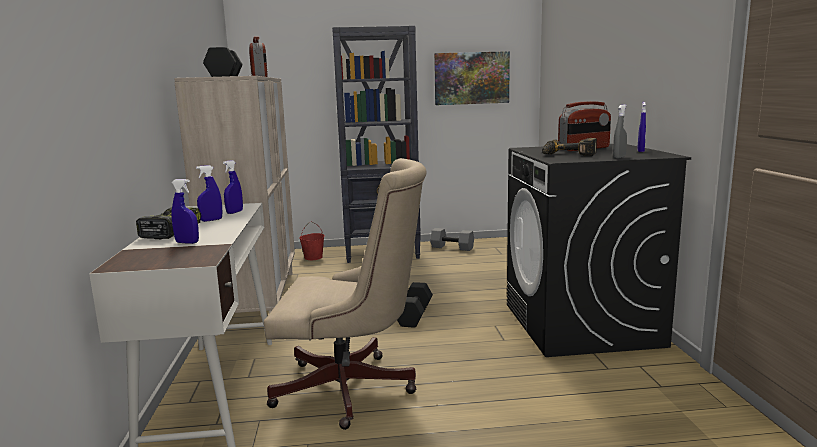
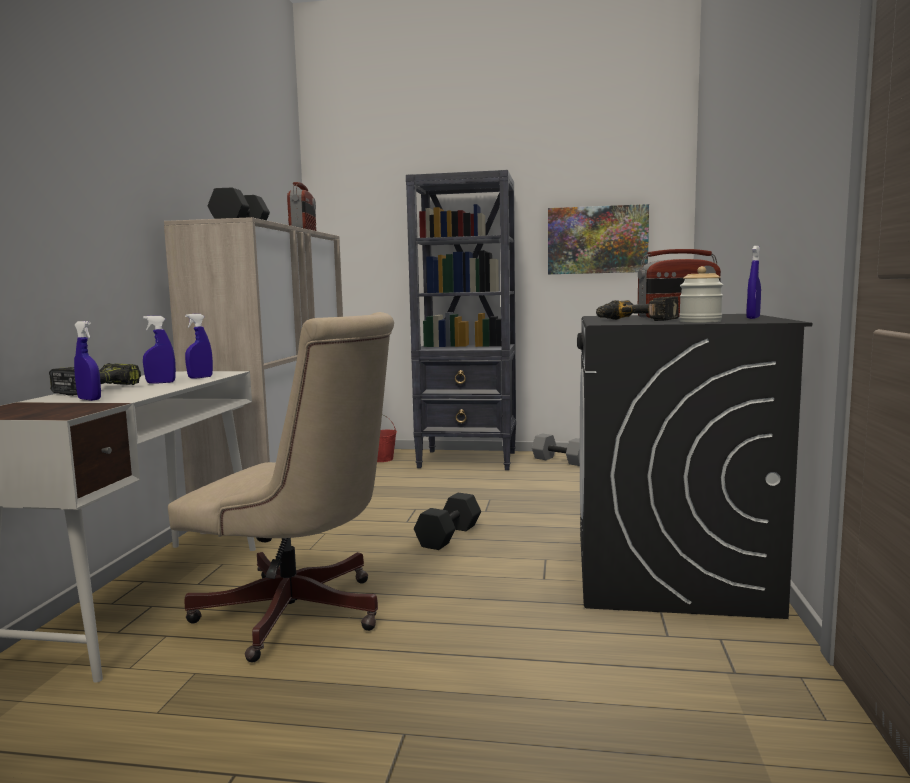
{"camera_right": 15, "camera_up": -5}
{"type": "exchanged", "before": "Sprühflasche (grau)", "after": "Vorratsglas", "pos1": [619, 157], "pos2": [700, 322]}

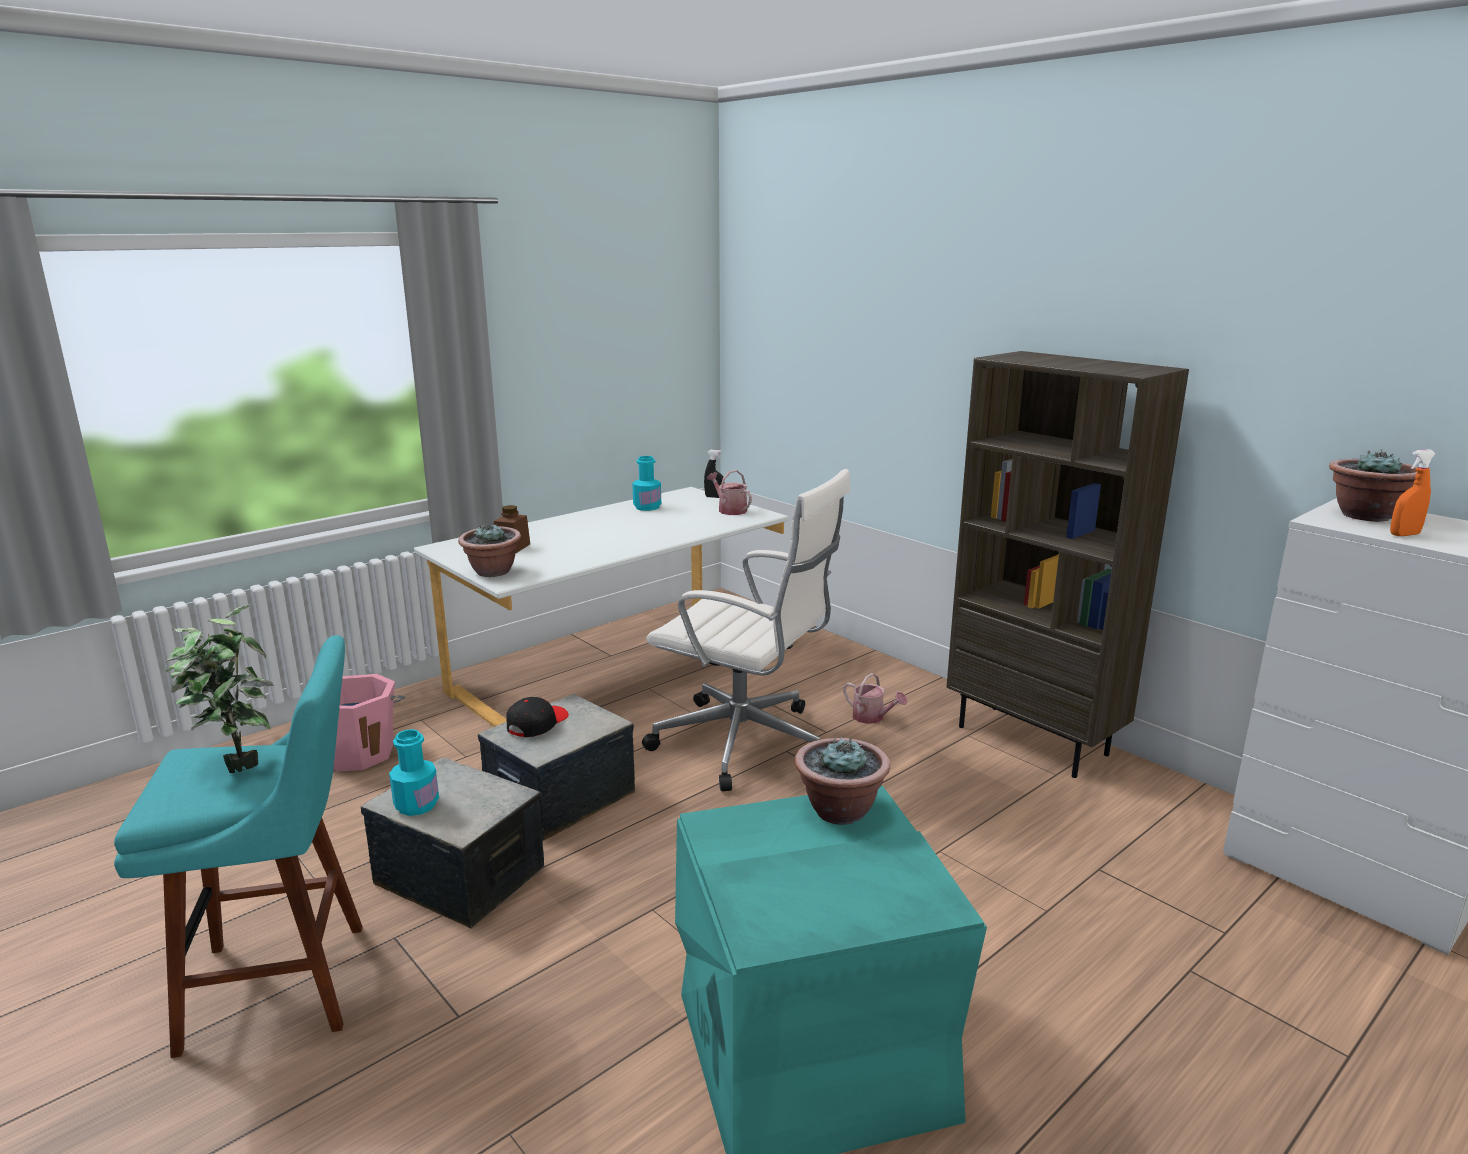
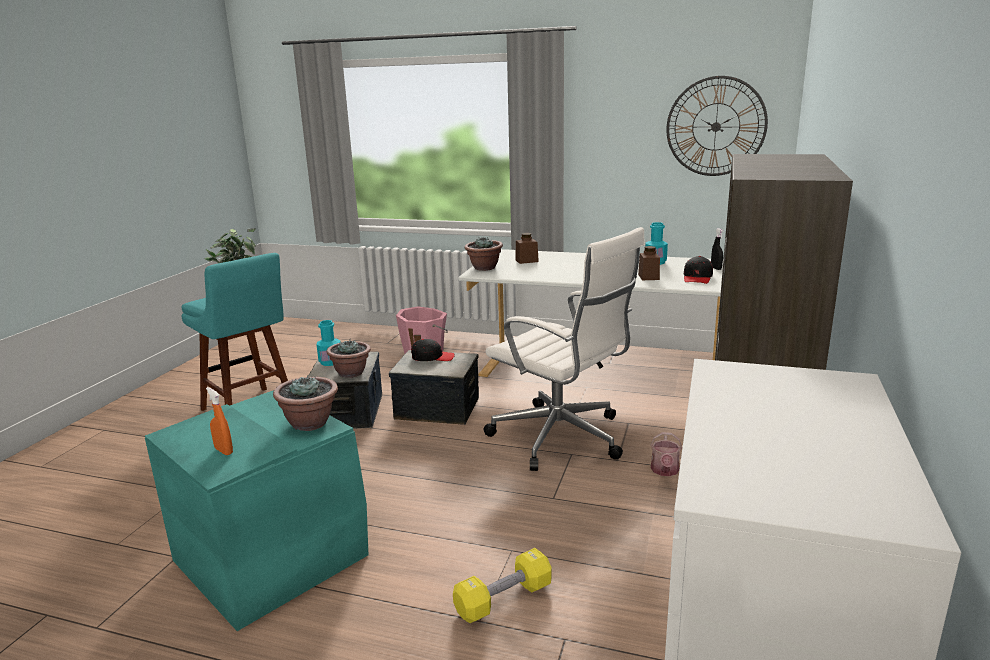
{"camera_right": 60, "camera_up": 0}
{"type": "spun", "before": "Bürostuhl (weiß)", "pos1": [746, 744], "pos2": [561, 438], "turn": -45}
{"type": "exchanged", "before": "Gießkanne", "after": "Kappe (schwarz)", "pos1": [729, 510], "pos2": [697, 277]}
{"type": "relocated", "before": "Topfpflanze", "pos1": [1365, 515], "pos2": [351, 373]}
{"type": "relocated", "before": "Sprühflasche (orange)", "pos1": [1404, 535], "pos2": [224, 451]}
{"type": "appeared", "after": "Hantel (gelb)", "pos2": [503, 599]}
{"type": "appeared", "after": "Vorratsglas (braun)", "pos2": [648, 277]}
{"type": "appeared", "after": "Wanduhr", "pos2": [716, 126]}

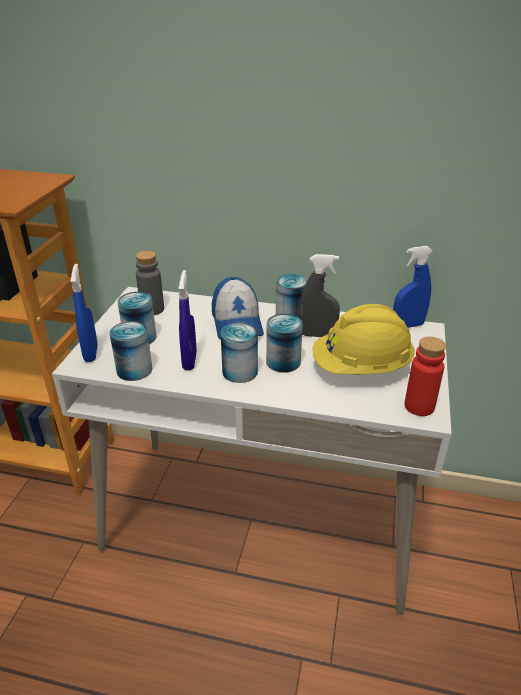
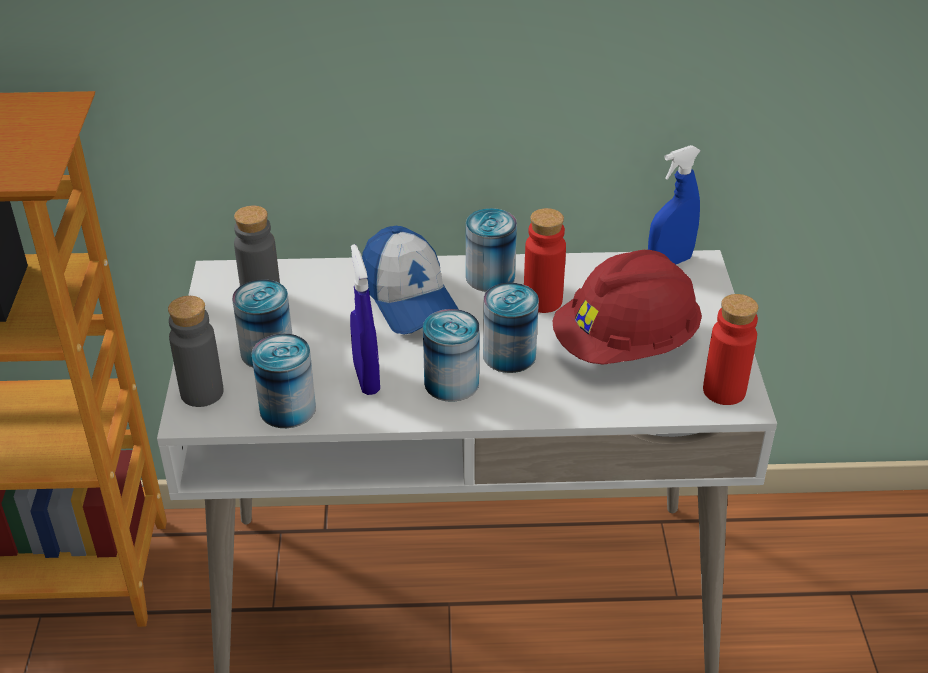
{"camera_right": -15, "camera_up": 5}
{"type": "exchanged", "before": "Sprühflasche (blau)", "after": "Flasche (grau)", "pos1": [91, 353], "pos2": [202, 392]}
{"type": "exchanged", "before": "Sprühflasche (grau)", "after": "Flasche (rot)", "pos1": [317, 335], "pos2": [542, 301]}
{"type": "colour", "before": "Schutzhelm (gelb)", "after": "Schutzhelm (rot)", "pos1": [361, 368], "pos2": [626, 345]}

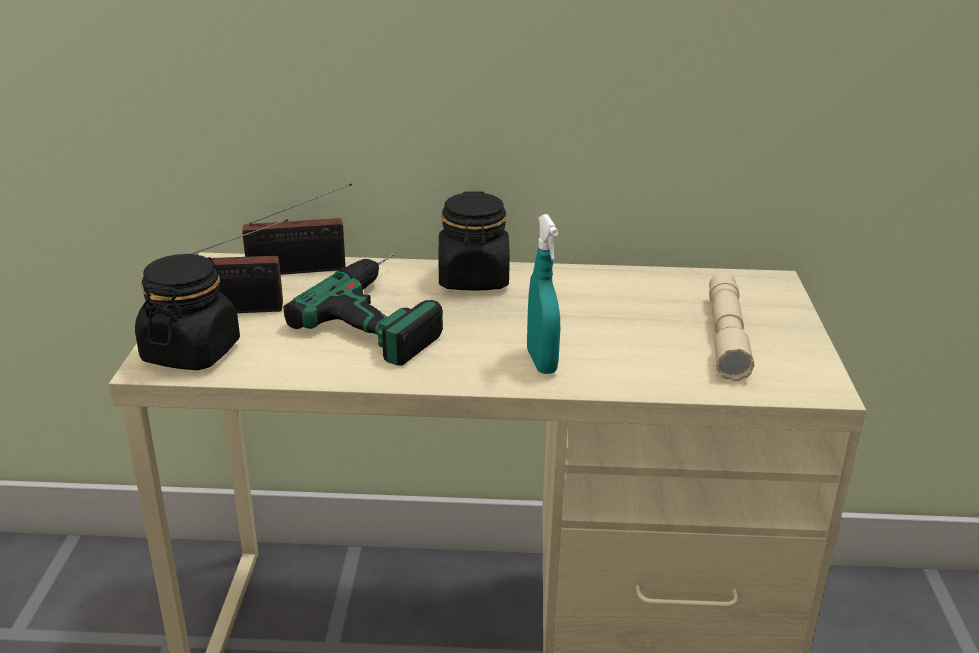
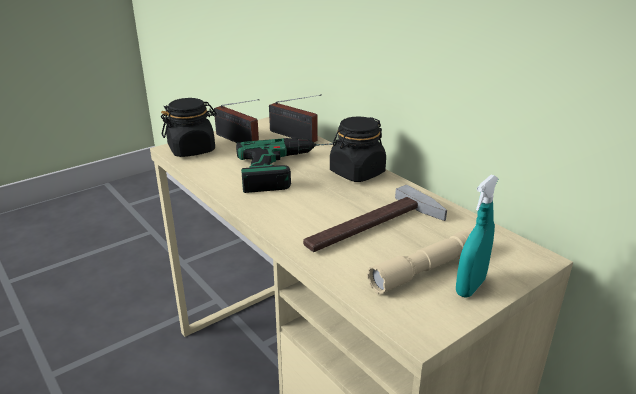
{"camera_right": 50, "camera_up": 0}
{"type": "relocated", "before": "Sprühflasche (türkis)", "pos1": [541, 362], "pos2": [470, 287]}
{"type": "appeared", "after": "Hammer", "pos2": [374, 228]}

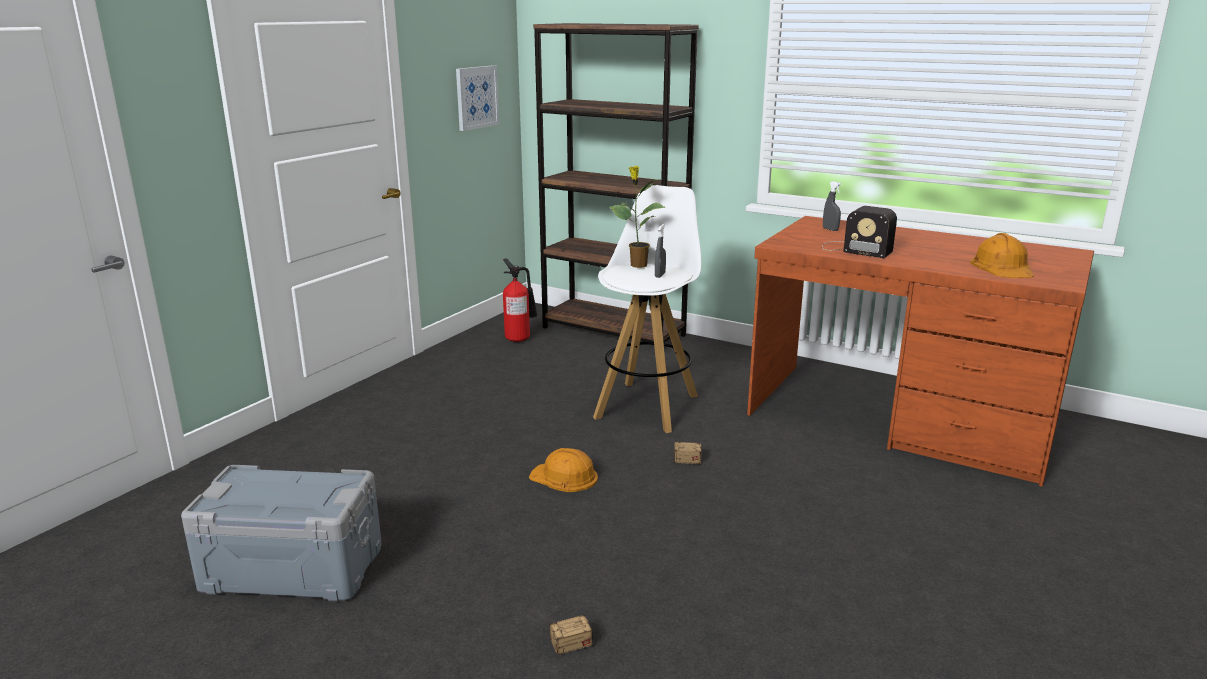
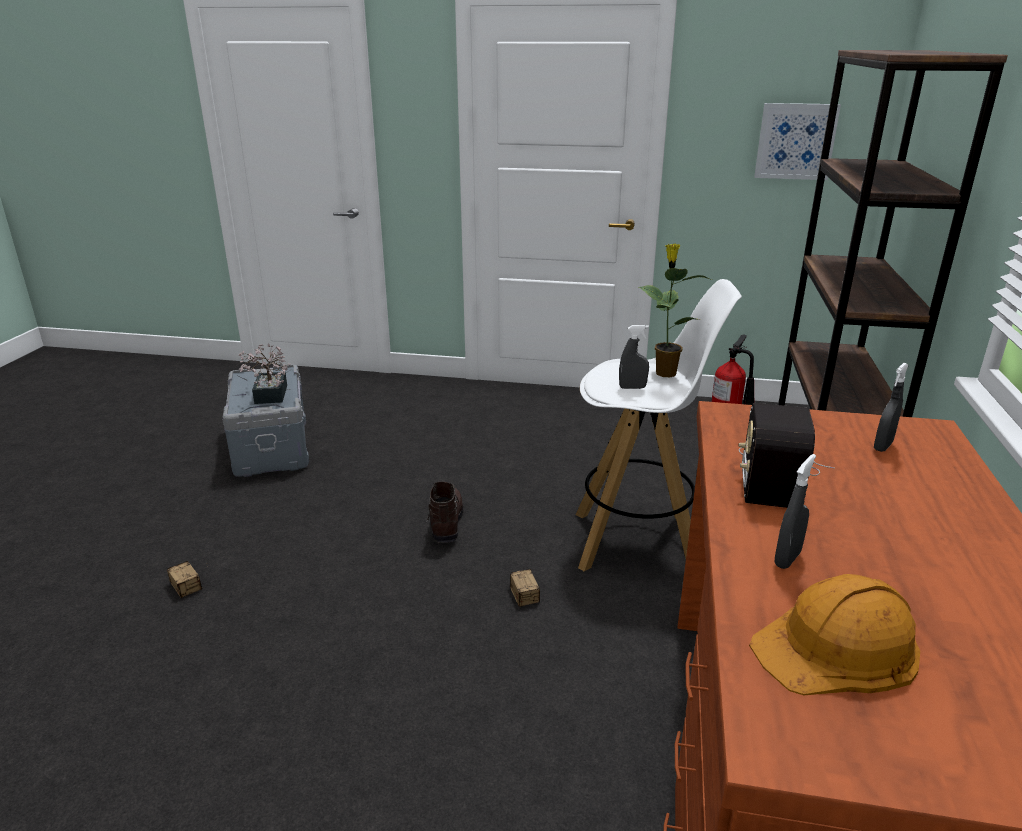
{"camera_right": 70, "camera_up": 5}
{"type": "exchanged", "before": "Schutzhelm (orange)", "after": "Stiefel (braun)", "pos1": [564, 477], "pos2": [446, 524]}
{"type": "appeared", "after": "Topfpflanze", "pos2": [269, 397]}
{"type": "appeared", "after": "Sprühflasche (grau)", "pos2": [787, 559]}

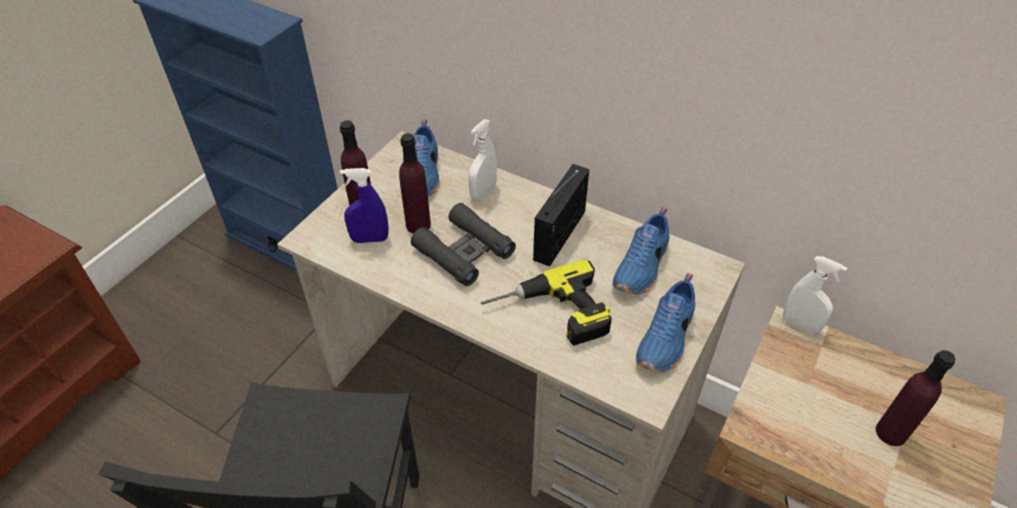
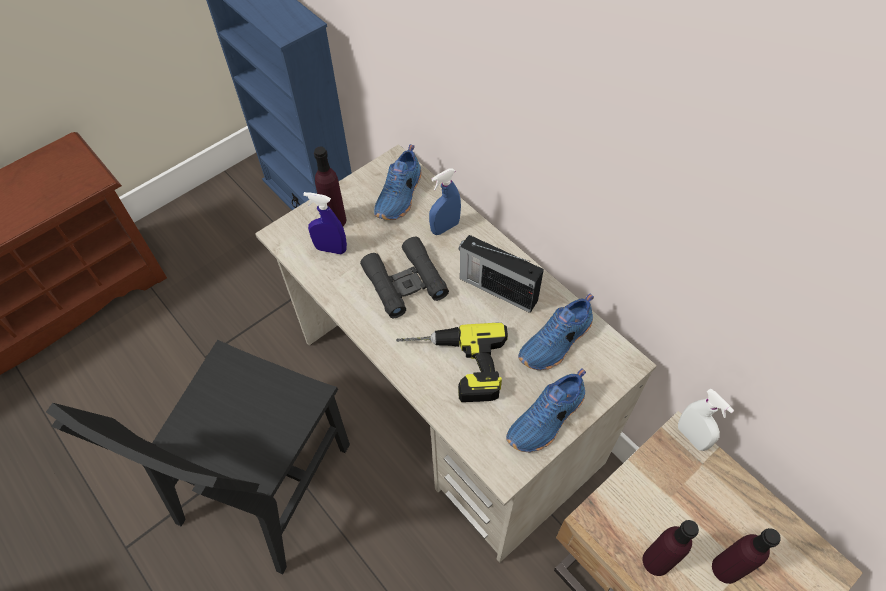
{"camera_right": 20, "camera_up": 10}
{"type": "relocated", "before": "Flasche (lila)", "pos1": [418, 225], "pos2": [656, 561]}
{"type": "colour", "before": "Sprühflasche (weiß)", "after": "Sprühflasche (blau)", "pos1": [483, 193], "pos2": [445, 227]}
{"type": "spun", "before": "Radio", "pos1": [561, 234], "pos2": [497, 288], "turn": -105}

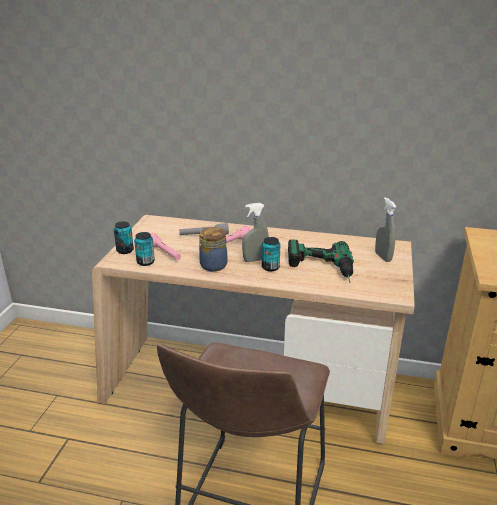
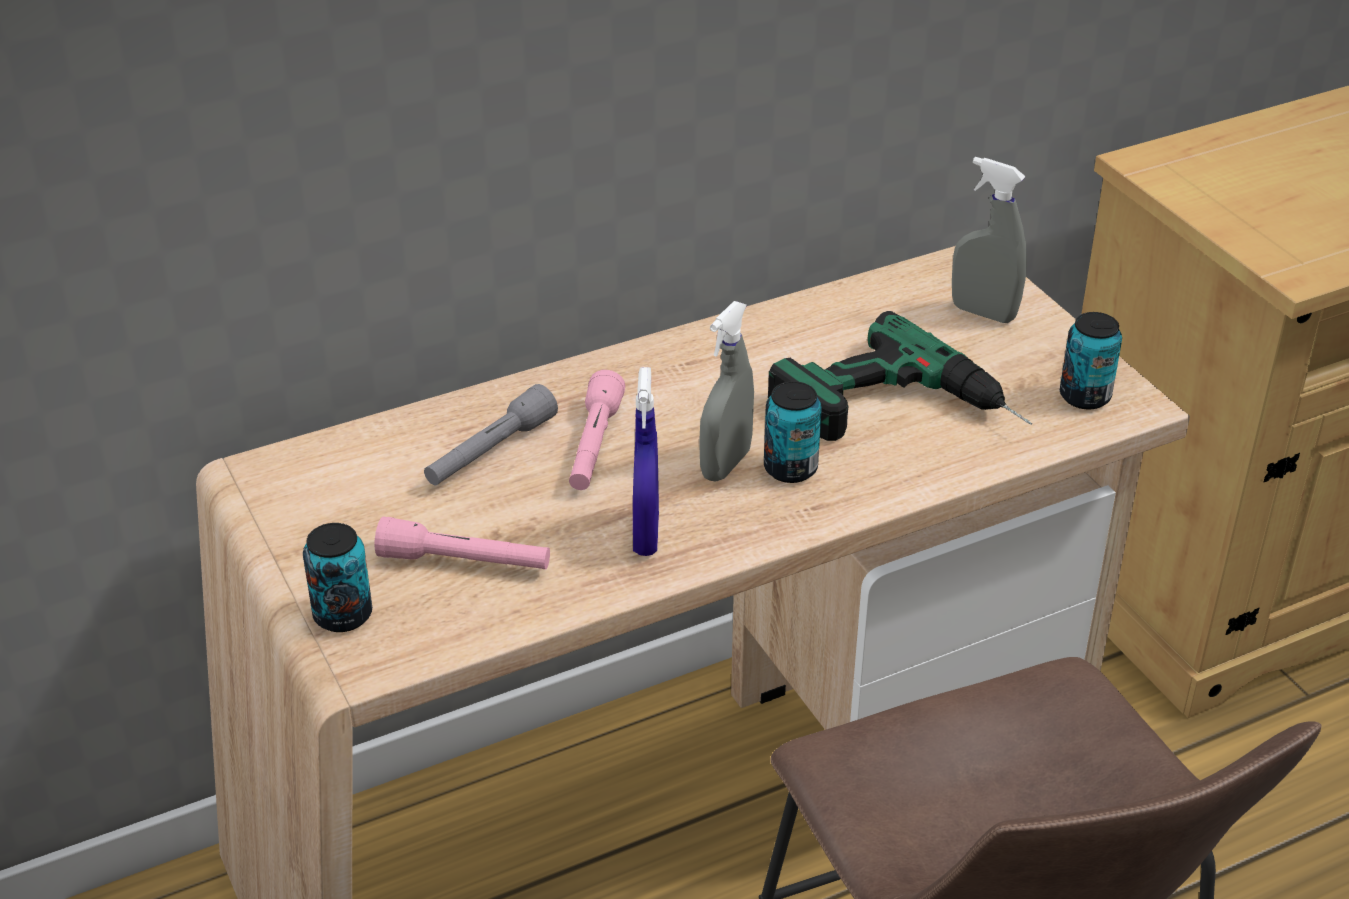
{"camera_right": -40, "camera_up": 10}
{"type": "relocated", "before": "Dose", "pos1": [145, 262], "pos2": [1085, 396]}
{"type": "exchanged", "before": "Vorratsglas", "after": "Sprühflasche (blau)", "pos1": [212, 265], "pos2": [646, 535]}

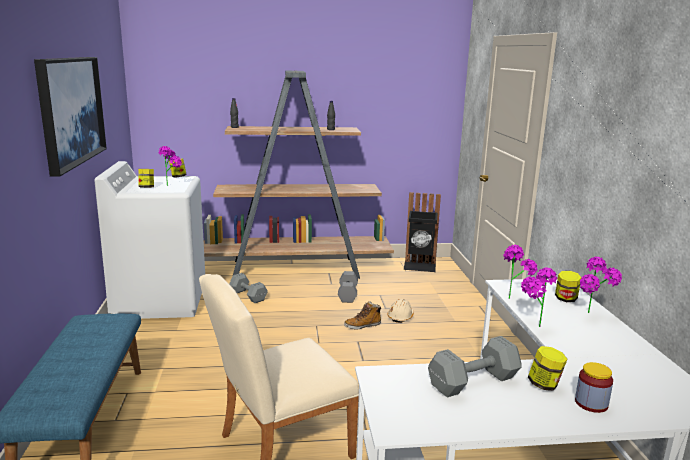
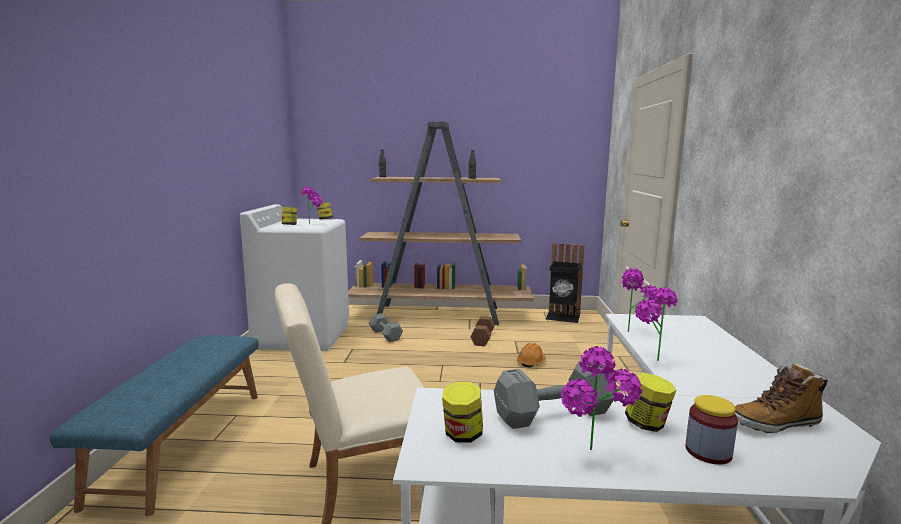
{"camera_right": 10, "camera_up": -5}
{"type": "missing", "before": "Bild", "pos1": [71, 110]}
{"type": "colour", "before": "Hantel (grau)", "after": "Hantel (braun)", "pos1": [348, 294], "pos2": [483, 339]}
{"type": "relocated", "before": "Stiefel", "pos1": [362, 326], "pos2": [775, 423]}
{"type": "colour", "before": "Schutzhelm (beige)", "after": "Schutzhelm (orange)", "pos1": [400, 317], "pos2": [531, 362]}
{"type": "relocated", "before": "Vorratsglas", "pos1": [566, 299], "pos2": [462, 435]}
{"type": "relocated", "before": "Topfpflanze", "pos1": [593, 316], "pos2": [596, 457]}

